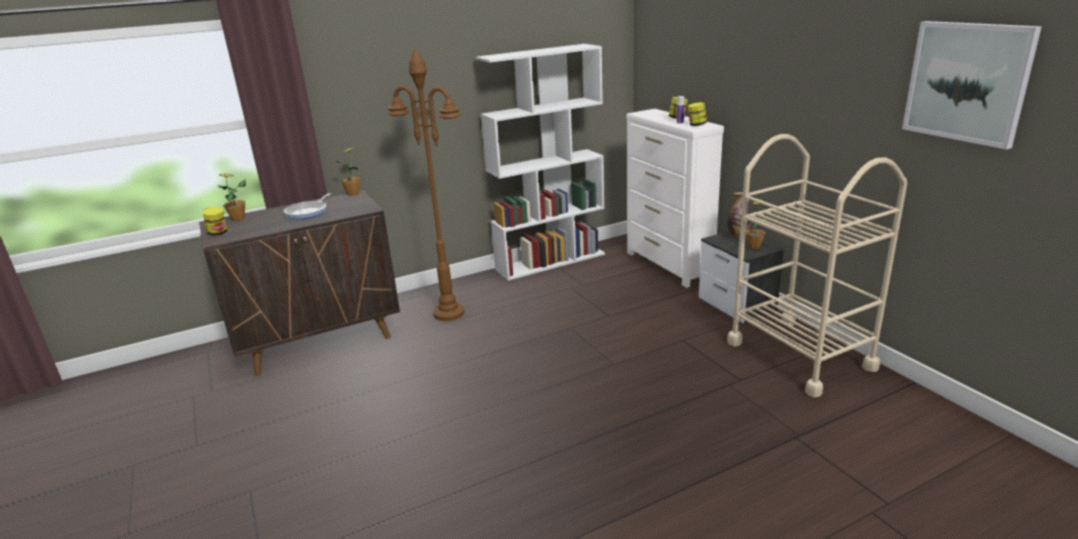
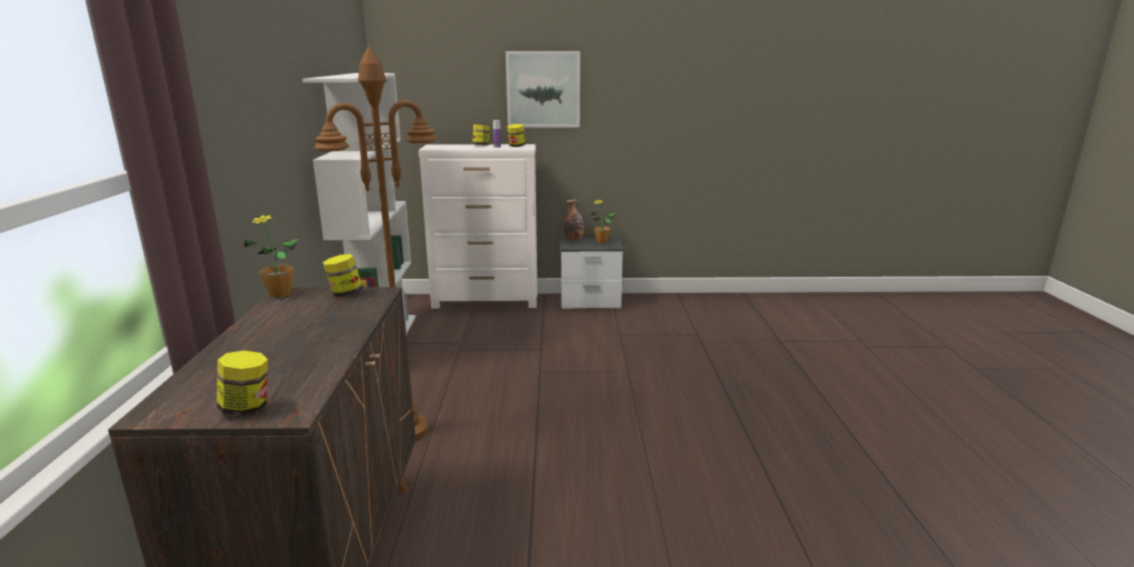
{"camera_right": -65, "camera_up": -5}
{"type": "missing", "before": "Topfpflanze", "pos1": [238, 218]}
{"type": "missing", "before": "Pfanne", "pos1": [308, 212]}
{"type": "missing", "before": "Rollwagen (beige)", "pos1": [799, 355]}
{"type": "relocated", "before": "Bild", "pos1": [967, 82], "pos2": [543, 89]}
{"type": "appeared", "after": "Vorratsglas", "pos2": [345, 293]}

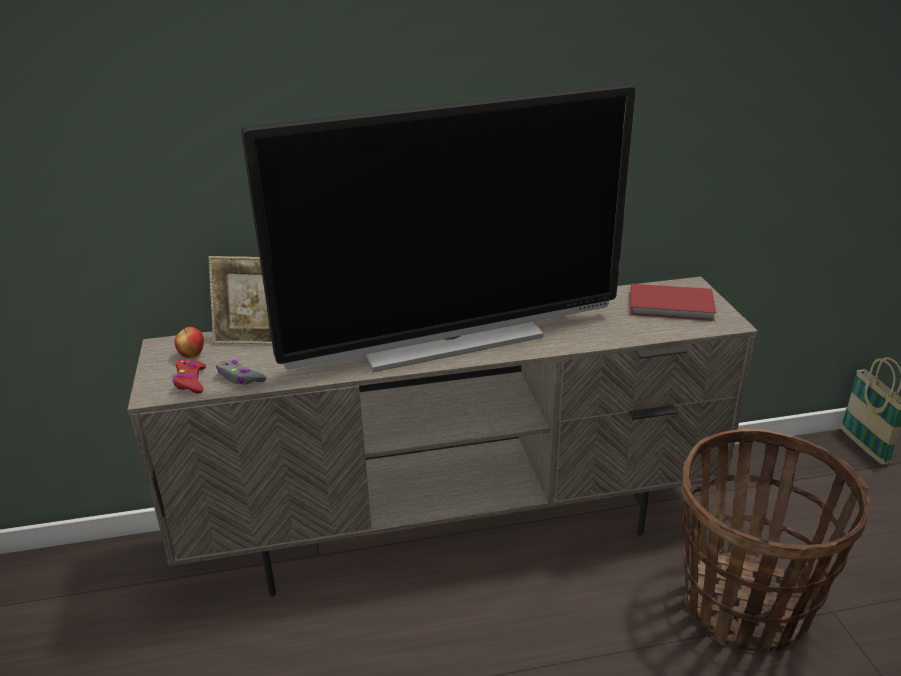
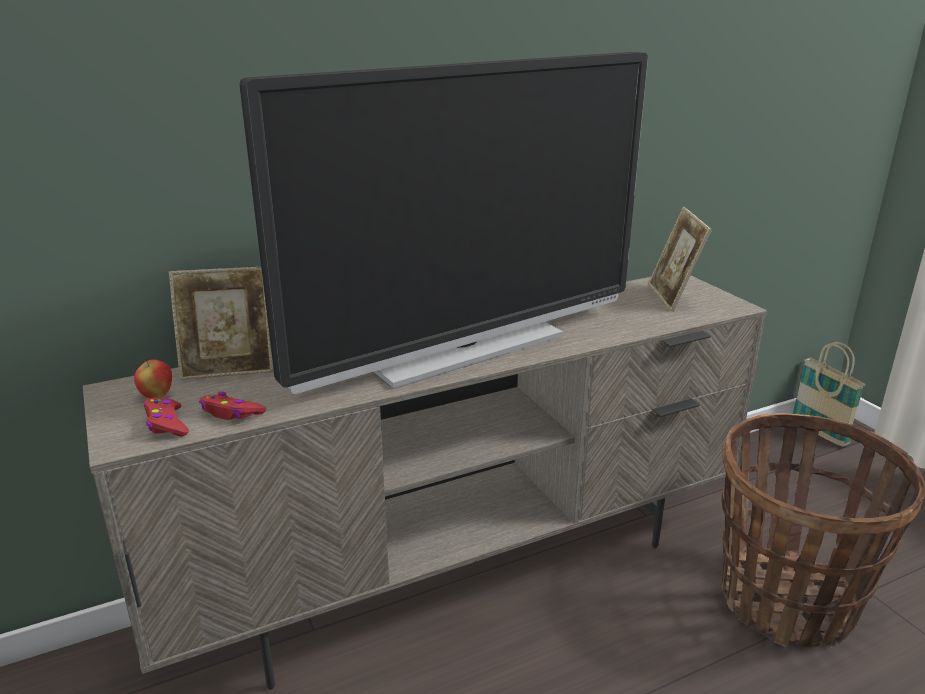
{"camera_right": -15, "camera_up": -5}
{"type": "colour", "before": "Gamepad (grau)", "after": "Gamepad (rot)", "pos1": [240, 378], "pos2": [231, 413]}
{"type": "exchanged", "before": "Buch (rot)", "after": "Bilderrahmen", "pos1": [672, 306], "pos2": [673, 297]}

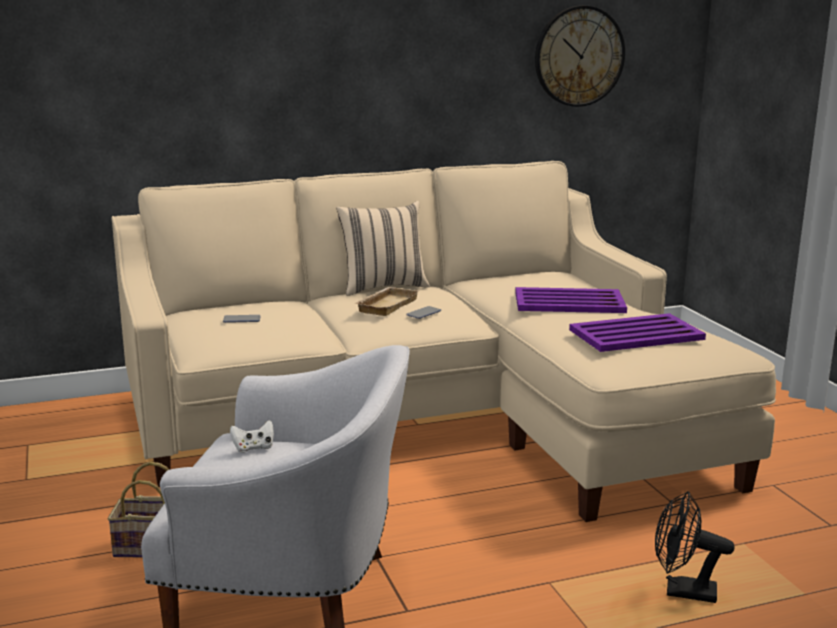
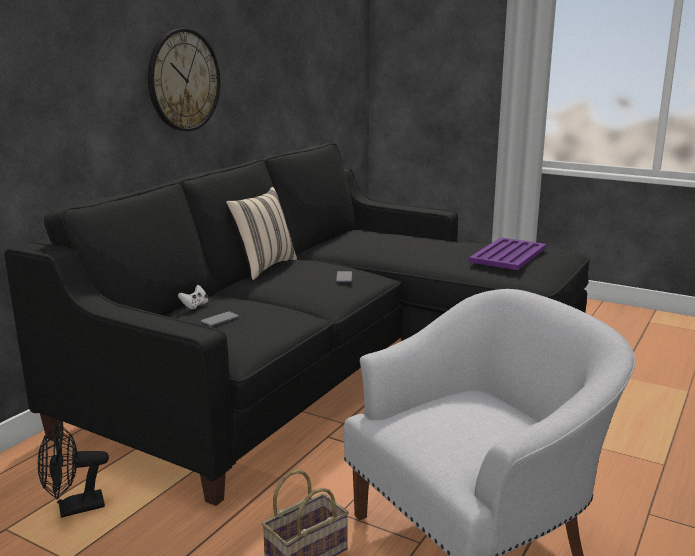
{"camera_right": -40, "camera_up": 0}
{"type": "colour", "before": "Sofa (beige)", "after": "Sofa (schwarz)", "pos1": [433, 419], "pos2": [329, 368]}
{"type": "relocated", "before": "Gamepad (weiß)", "pos1": [253, 448], "pos2": [195, 306]}
{"type": "missing", "before": "Tablett (beige)", "pos1": [386, 305]}
{"type": "missing", "before": "Tablett (lila)", "pos1": [570, 302]}
{"type": "relocated", "before": "Wanduhr", "pos1": [579, 56], "pos2": [183, 80]}
{"type": "relocated", "before": "Ventilator (schwarz)", "pos1": [682, 591], "pos2": [73, 509]}

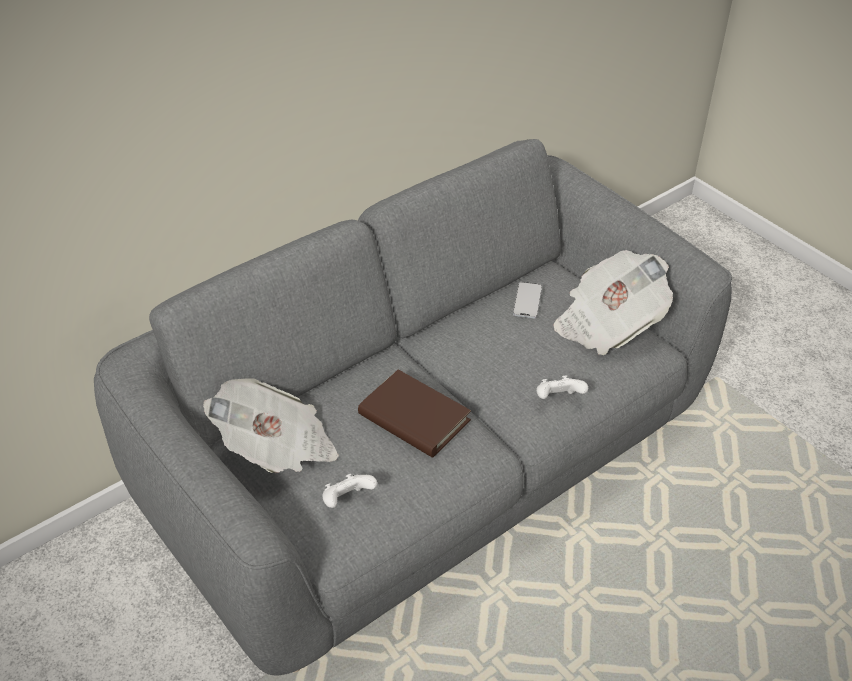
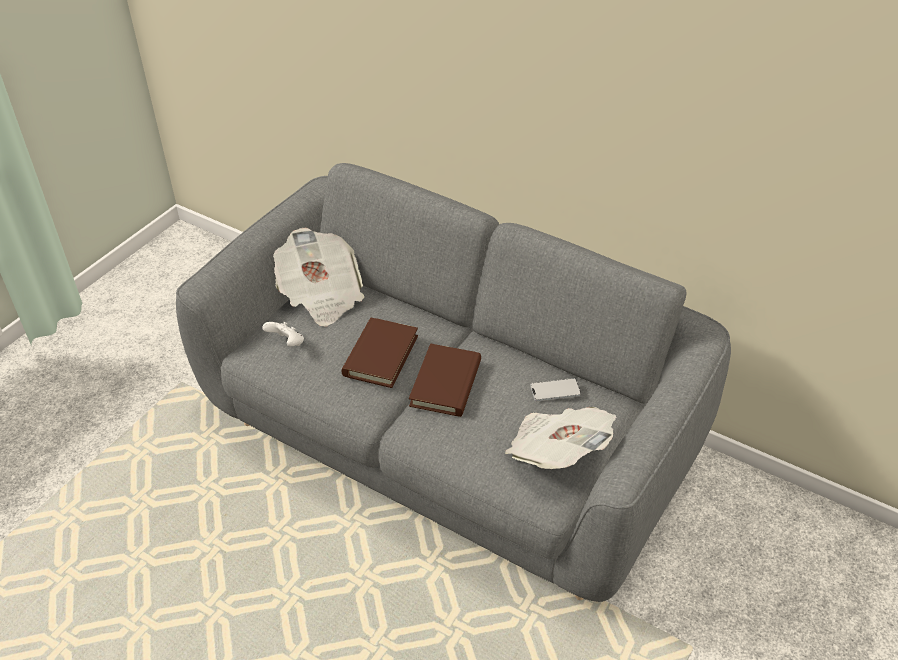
{"camera_right": 70, "camera_up": 0}
{"type": "missing", "before": "Gamepad (weiß)", "pos1": [558, 399]}
{"type": "appeared", "after": "Buch (braun)", "pos2": [446, 383]}

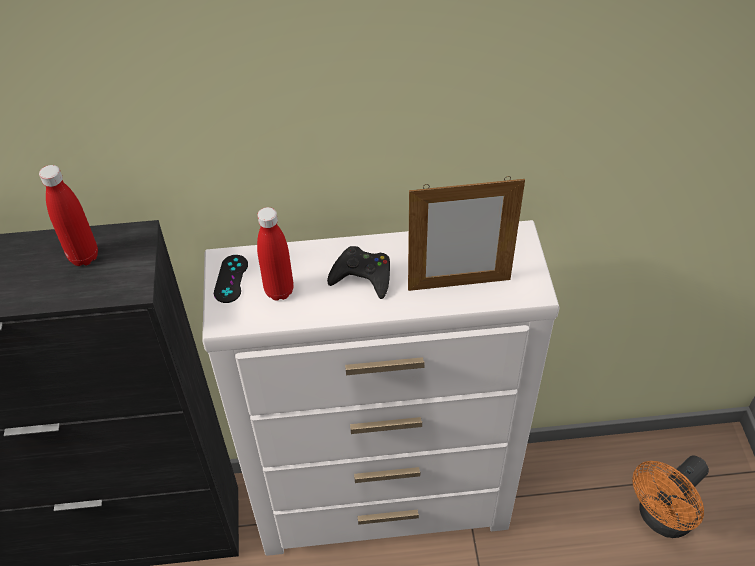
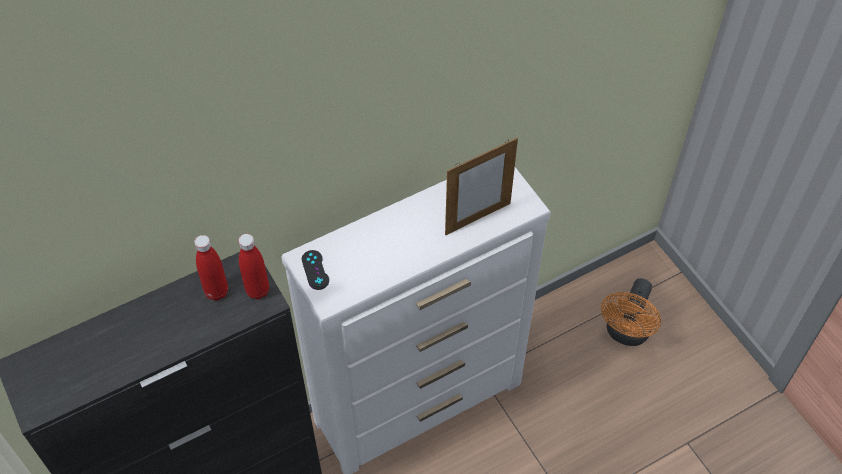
{"camera_right": -25, "camera_up": 5}
{"type": "relocated", "before": "Flasche (rot)", "pos1": [279, 291], "pos2": [257, 290]}
{"type": "missing", "before": "Gamepad (schwarz)", "pos1": [362, 276]}

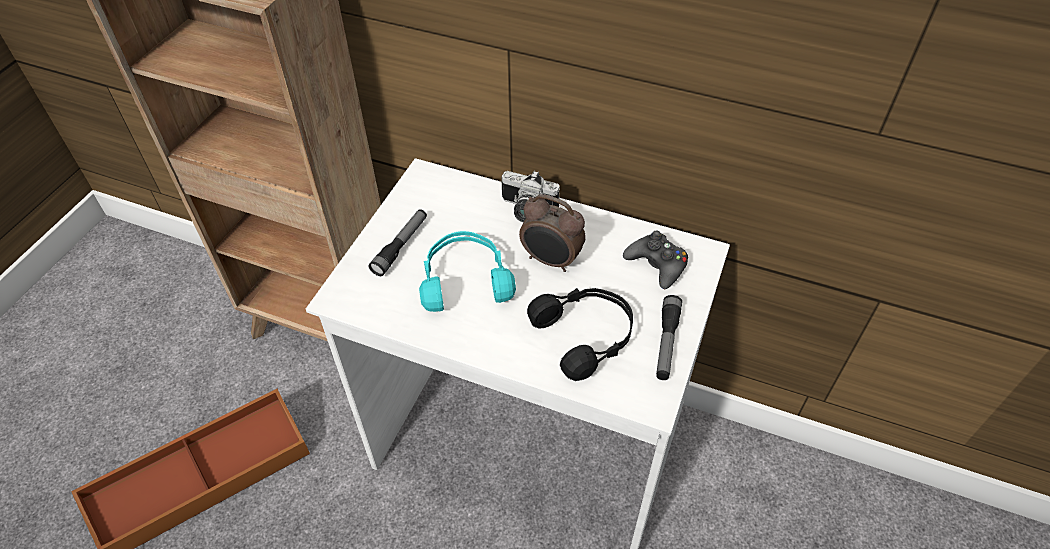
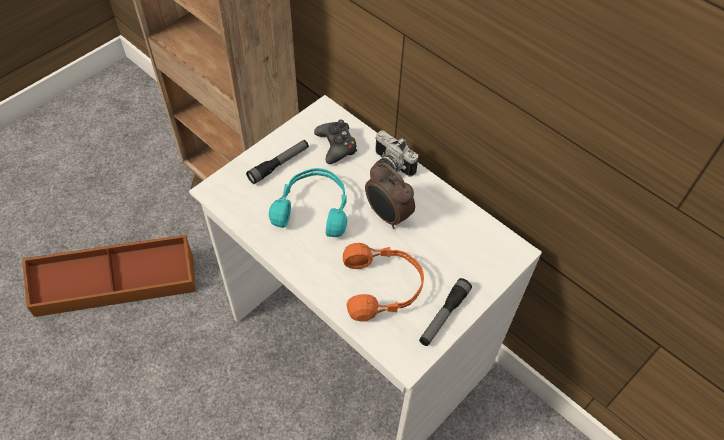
{"camera_right": 20, "camera_up": 5}
{"type": "colour", "before": "Kopfhörer (schwarz)", "after": "Kopfhörer (orange)", "pos1": [585, 336], "pos2": [383, 287]}
{"type": "relocated", "before": "Gamepad (schwarz)", "pos1": [657, 264], "pos2": [336, 146]}

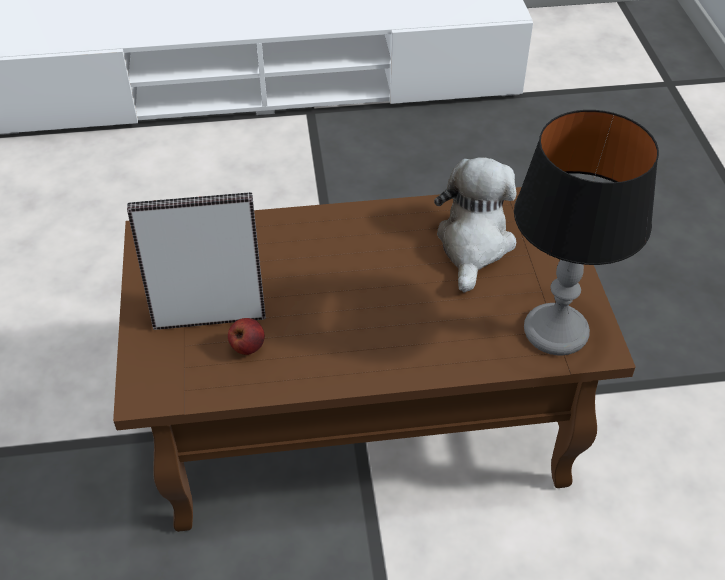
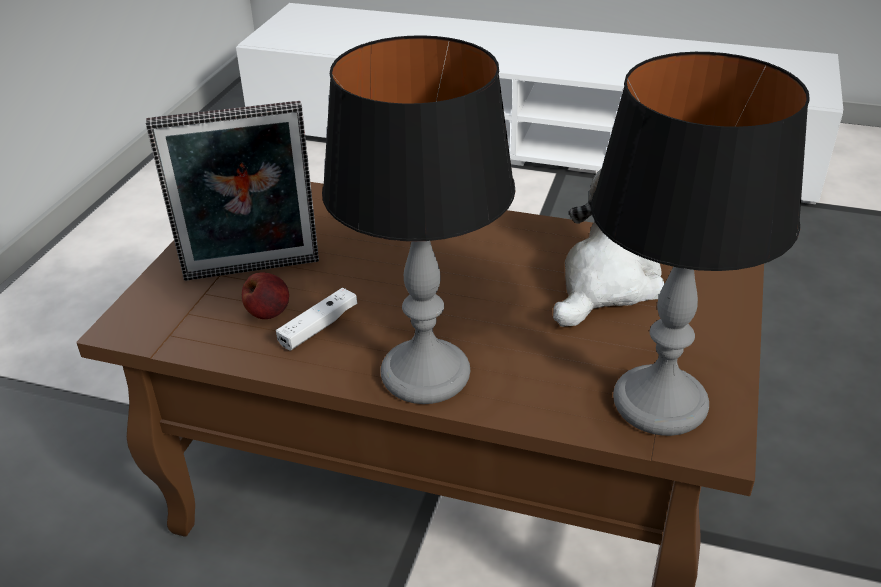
{"camera_right": 25, "camera_up": -10}
{"type": "spun", "before": "Bilderrahmen", "pos1": [209, 316], "pos2": [252, 273], "turn": 150}
{"type": "appeared", "after": "Gamepad (weiß)", "pos2": [318, 327]}
{"type": "appeared", "after": "Tischlampe", "pos2": [425, 373]}

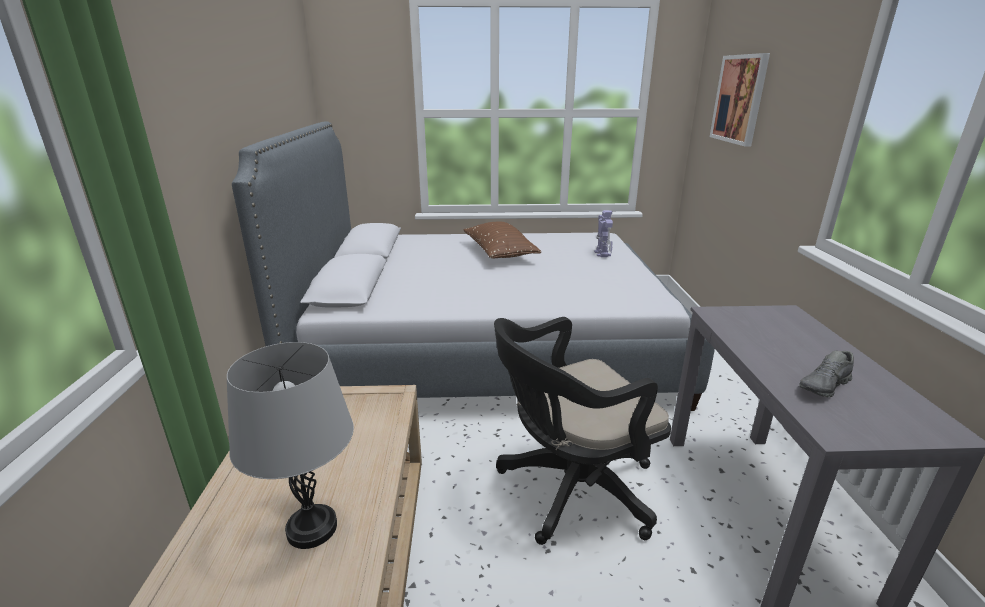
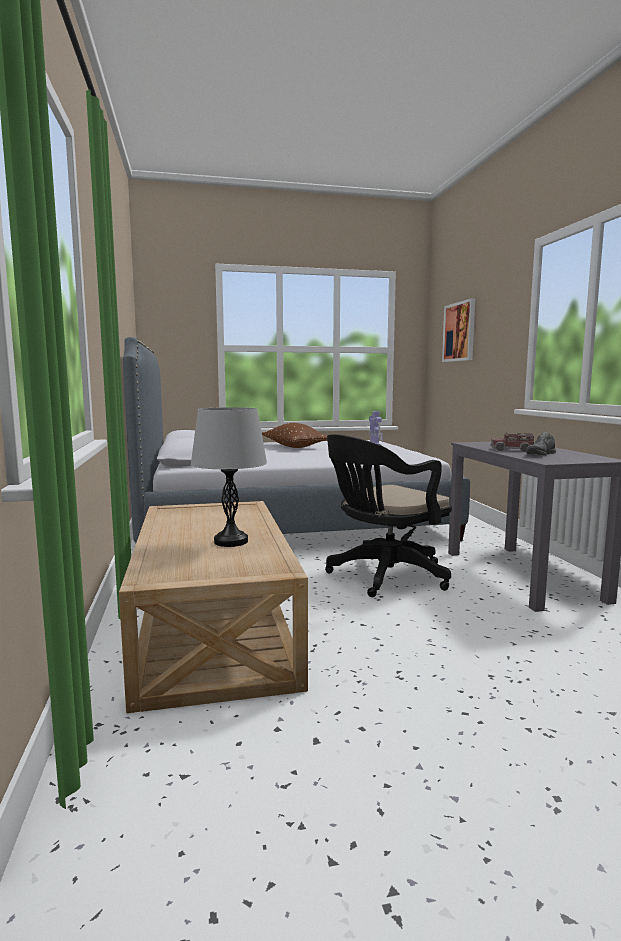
{"camera_right": -10, "camera_up": -15}
{"type": "appeared", "after": "Spielzeuglaster", "pos2": [512, 450]}

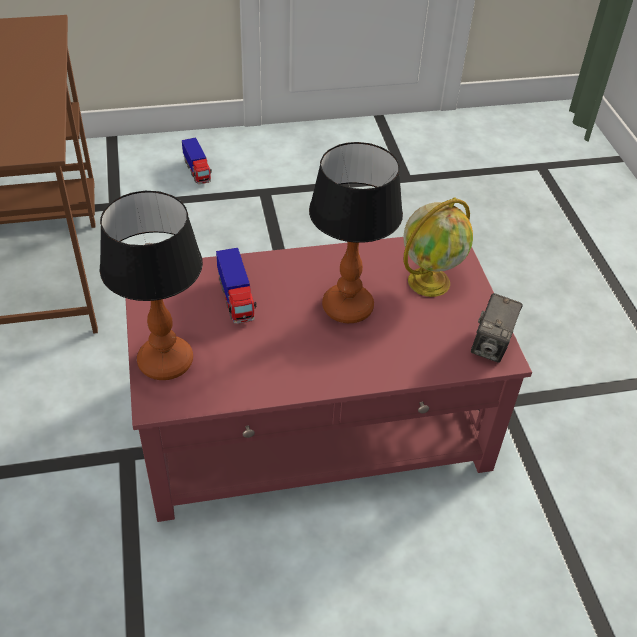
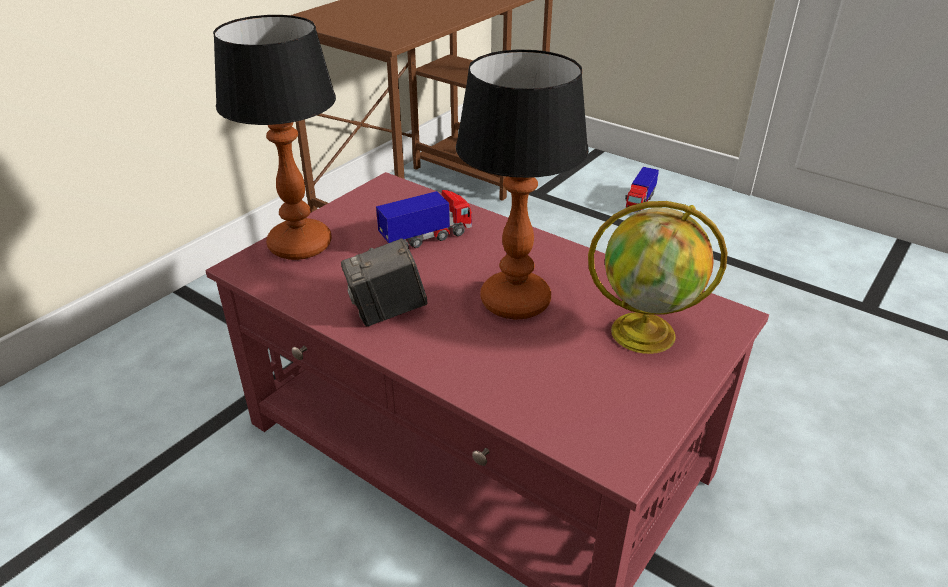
{"camera_right": 50, "camera_up": -10}
{"type": "spun", "before": "Spielzeuglaster", "pos1": [236, 299], "pos2": [427, 237], "turn": -150}
{"type": "relocated", "before": "Kamera", "pos1": [491, 346], "pos2": [387, 311]}

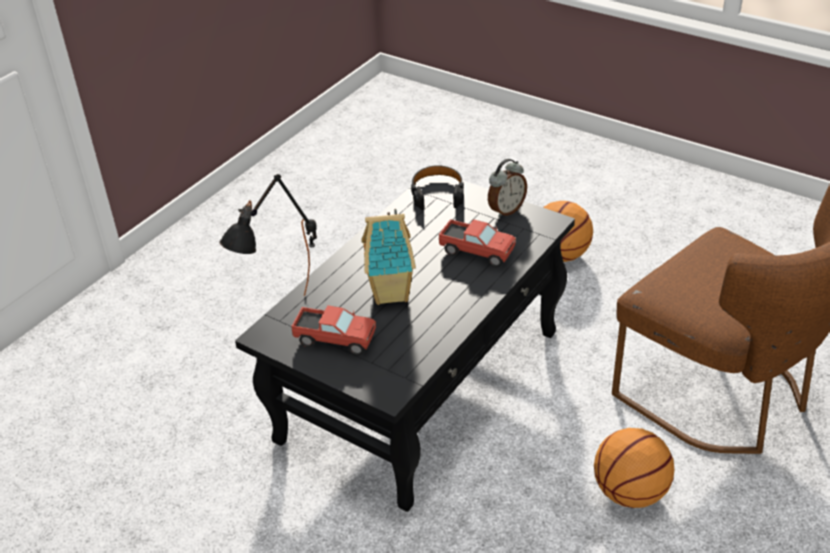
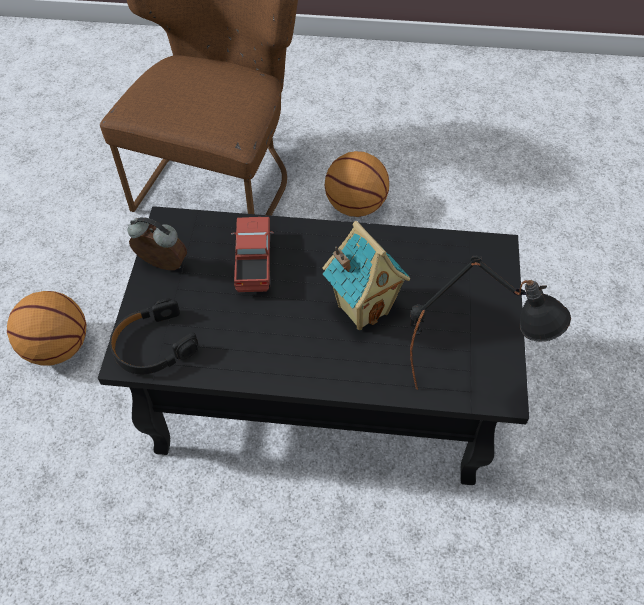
{"camera_right": -120, "camera_up": 15}
{"type": "missing", "before": "Spielzeuglaster", "pos1": [335, 340]}

